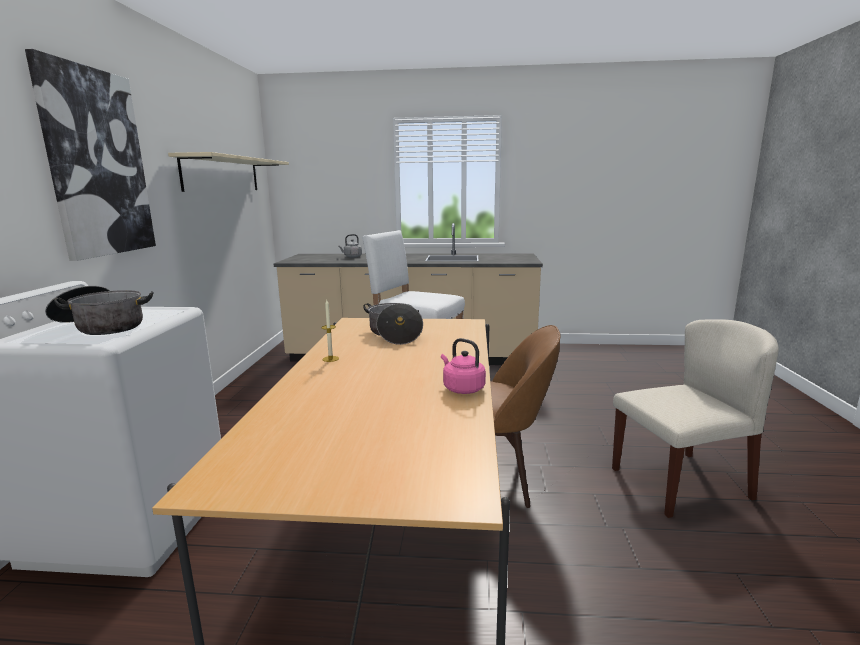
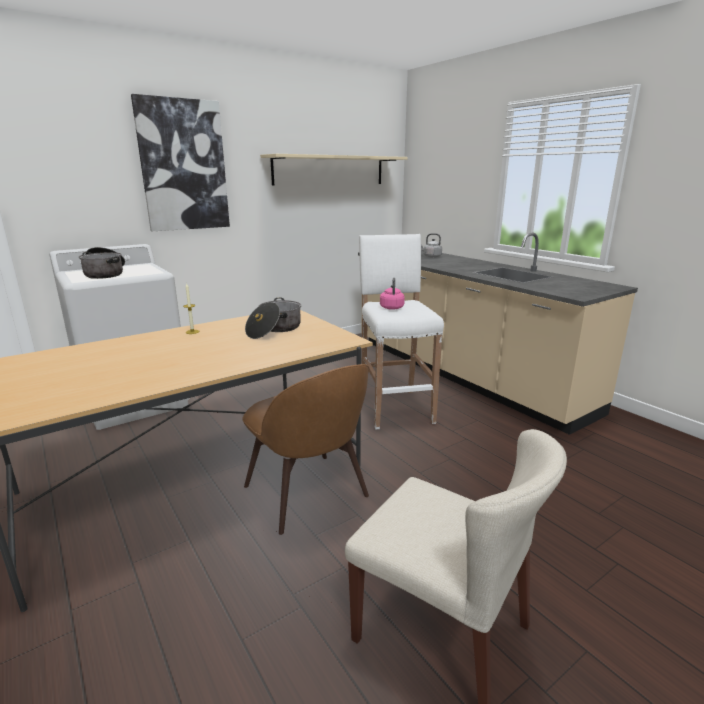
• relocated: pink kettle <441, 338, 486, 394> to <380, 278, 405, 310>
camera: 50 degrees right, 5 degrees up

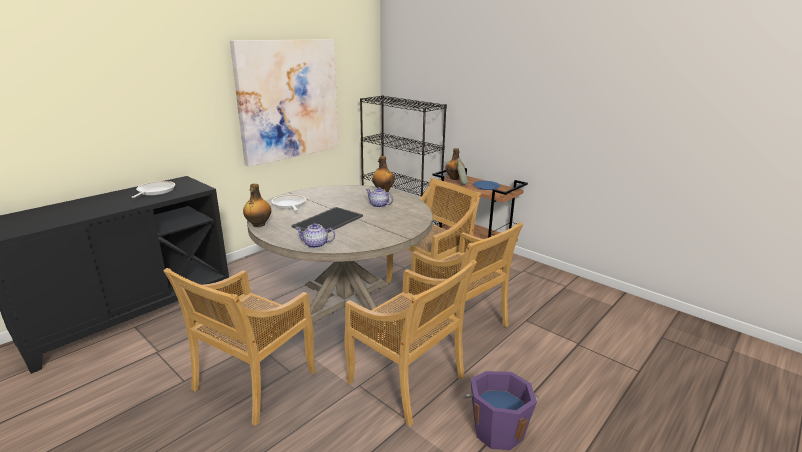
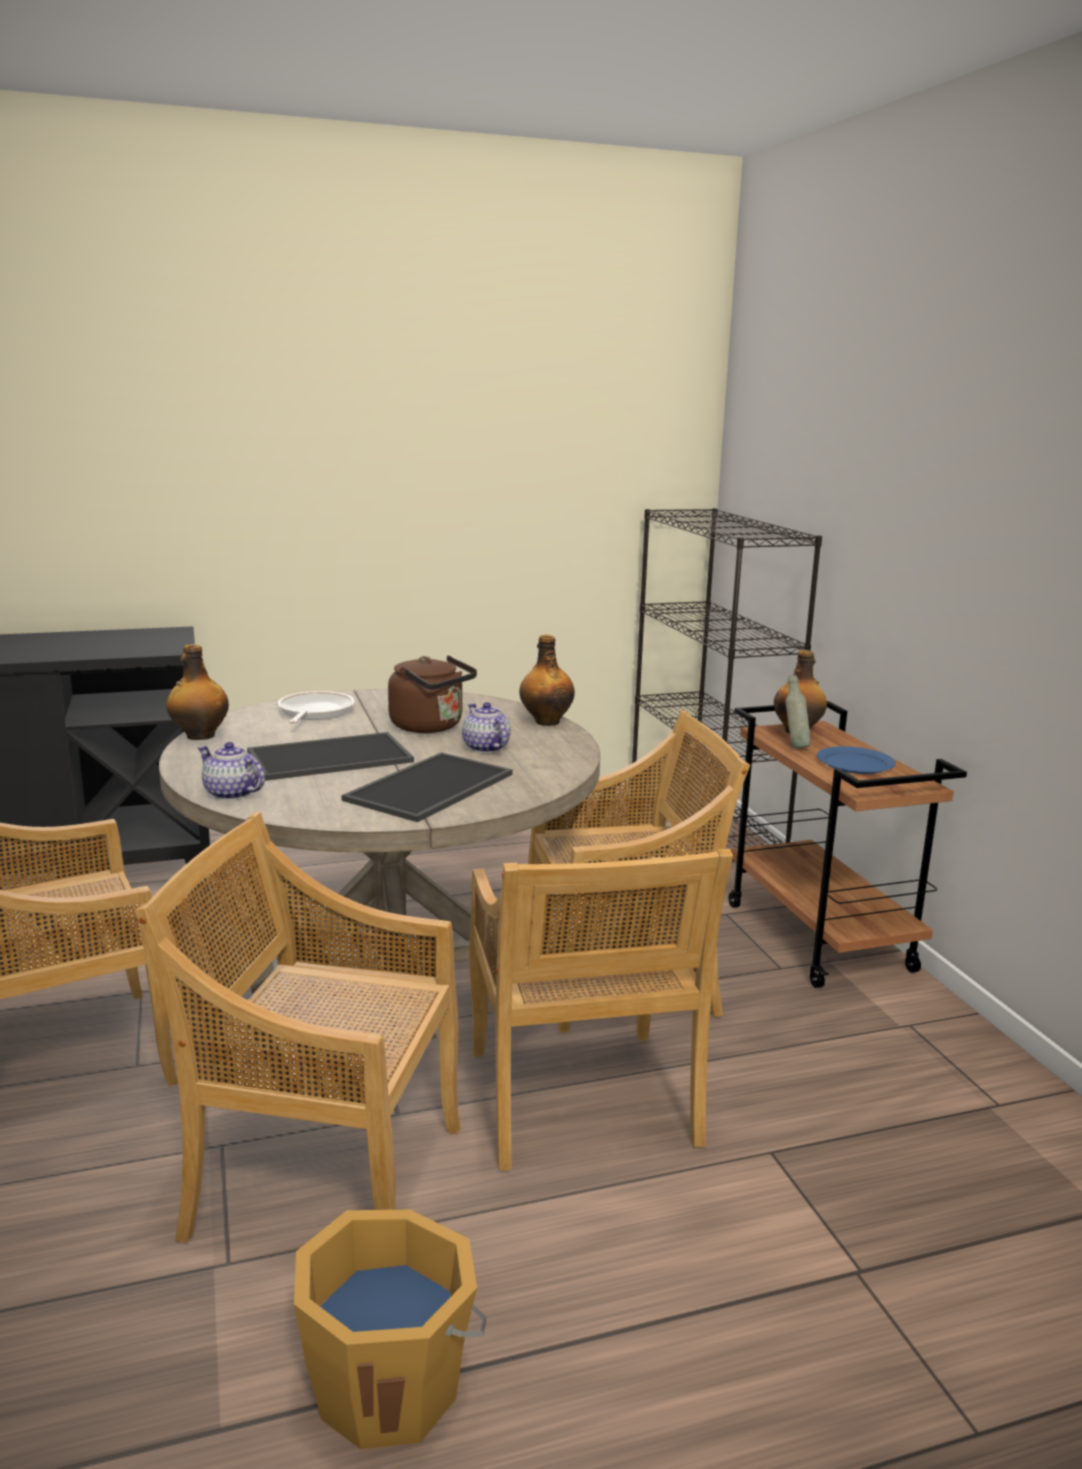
• missing: frying pan <132, 181, 175, 198>
• missing: picture <230, 39, 338, 167>
• appeared: tray <341, 752, 513, 822>
• appeared: brown kettle <388, 655, 477, 733>
• colour: purple bucket <463, 371, 539, 450> to orange bucket <294, 1210, 486, 1449>
• spun: beige chair <344, 260, 477, 426> = <135, 812, 460, 1243> 120 degrees clockwise
camera: 30 degrees right, 5 degrees down

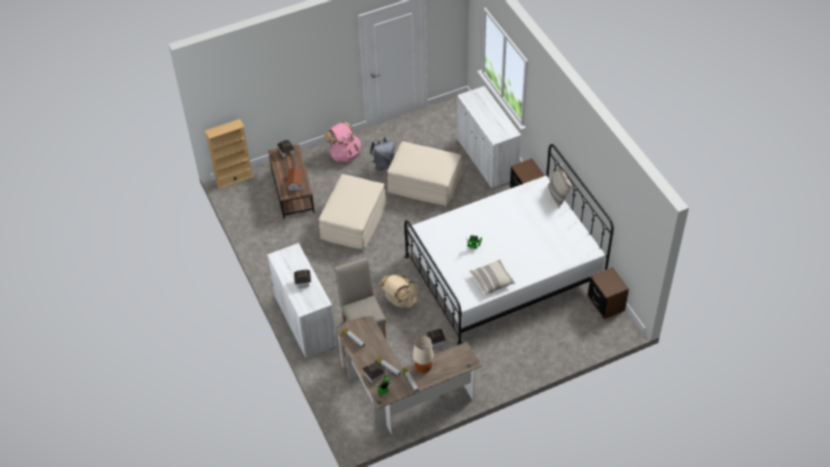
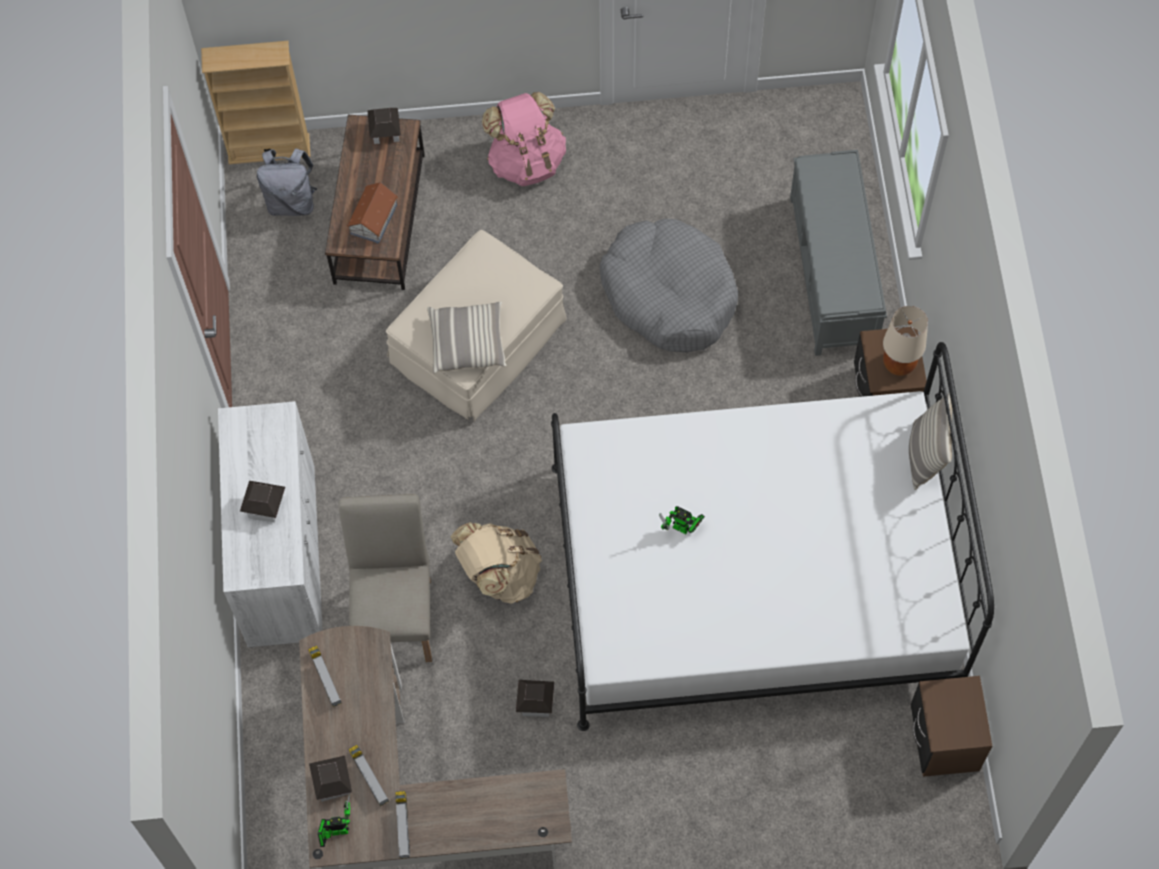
• relocated: grey backpack <370, 137, 395, 171> to <257, 148, 317, 216>
• relocated: beige table lamp <413, 336, 434, 373> to <883, 306, 928, 376>
• relocated: pillow <470, 259, 515, 295> to <427, 301, 507, 374>
• exchanged: beige ottoman <387, 141, 463, 207> to grey dog bed <600, 219, 738, 352>
• exchanged: white cabinet <457, 86, 521, 188> to grey bench <790, 150, 887, 356>
camera: 20 degrees right, 15 degrees up

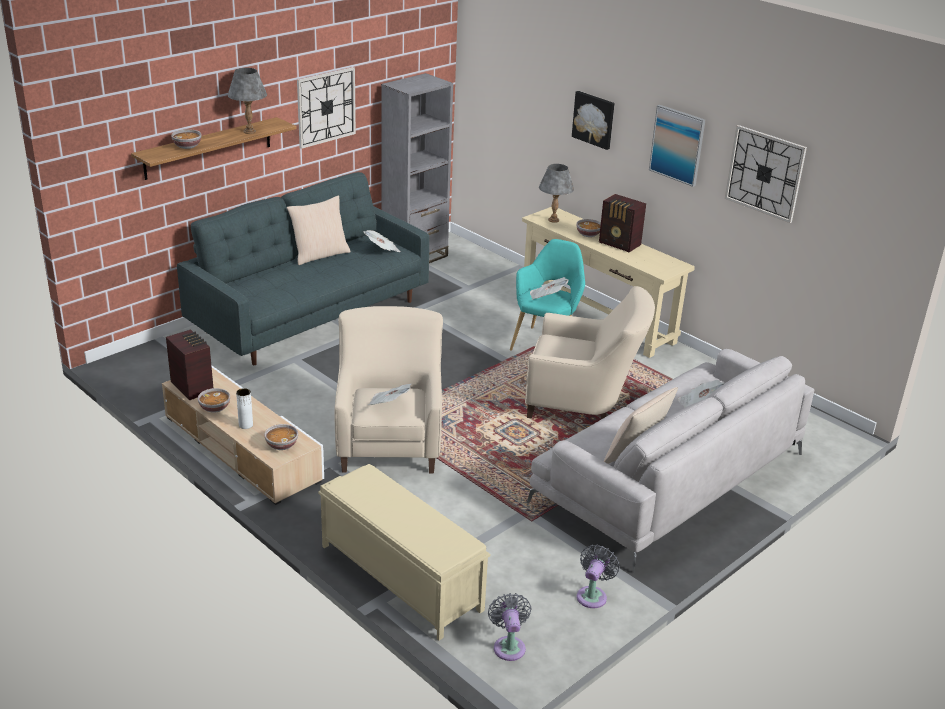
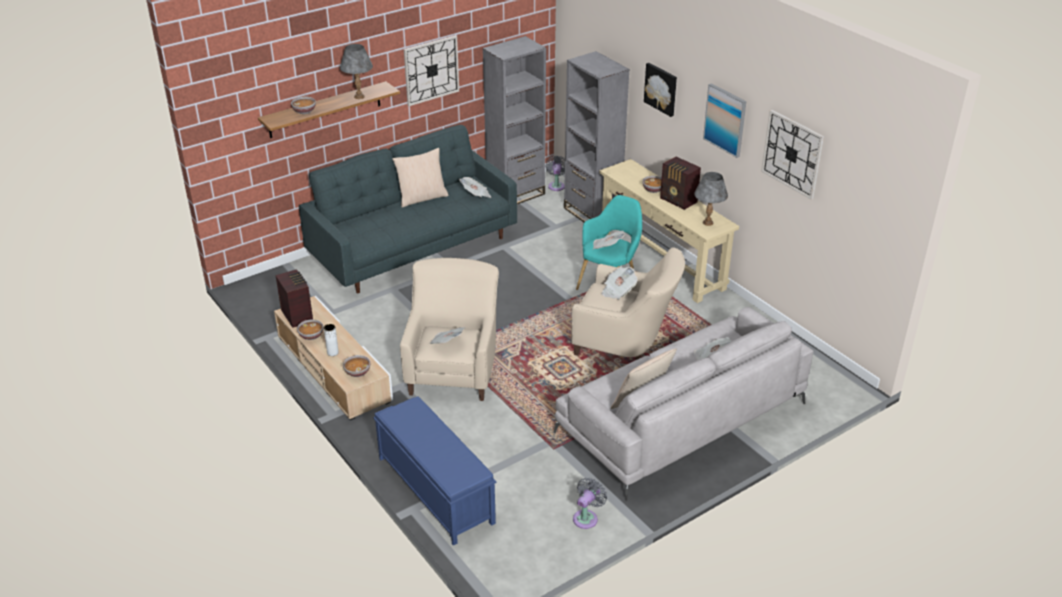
• appeared: grey bookcase <564, 51, 630, 222>
• appeared: newspaper <601, 267, 638, 300>
• relocated: grey fan <488, 593, 531, 661> to <546, 156, 565, 191>
• relocated: grey table lamp <539, 164, 574, 223> to <694, 172, 728, 226>
• colour: beige bench <318, 464, 490, 640> to blue bench <373, 396, 496, 546>
camera: 10 degrees right, 5 degrees up

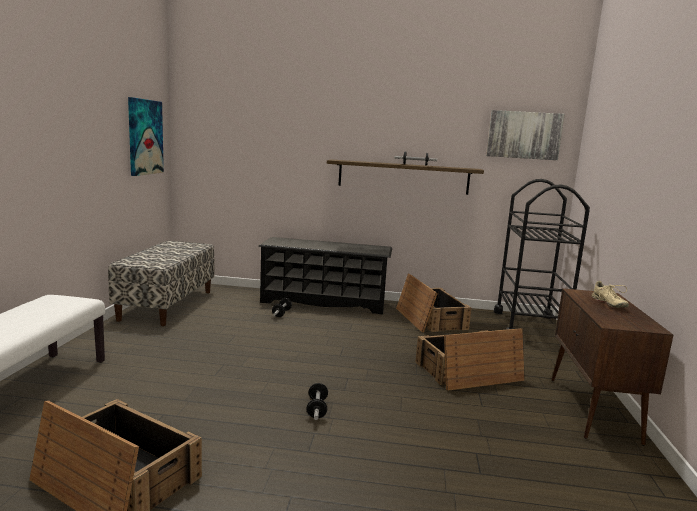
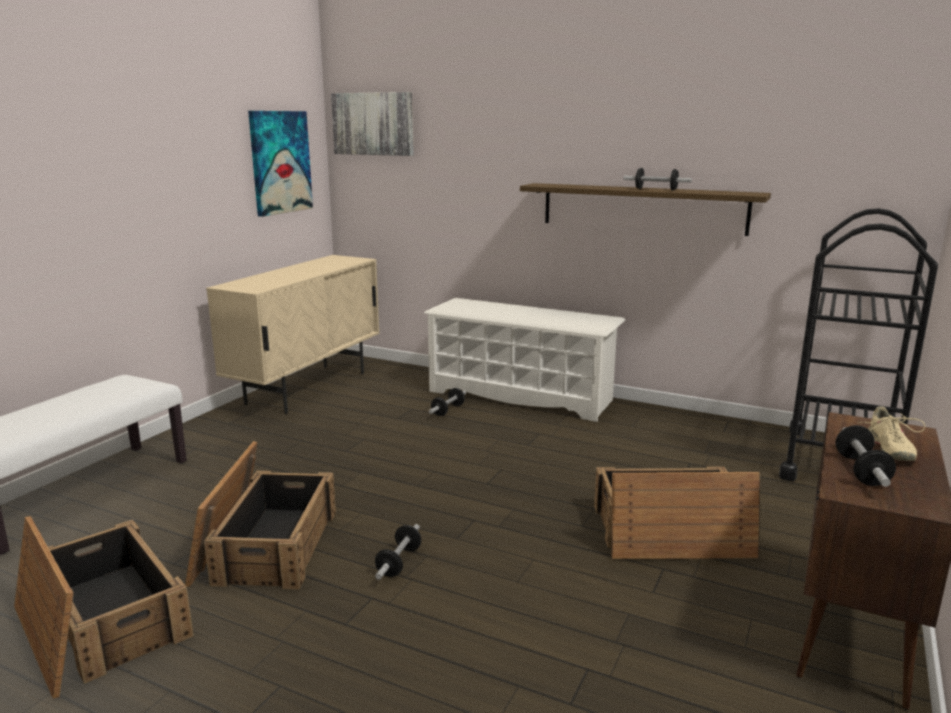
• appeared: dumbbell <835, 425, 896, 487>
• relocated: crate <396, 274, 471, 333> to <185, 441, 336, 590>
• relocated: picture <486, 110, 565, 160> to <331, 92, 414, 156>
• exchanged: bench <108, 241, 214, 326> to beige cabinet <206, 255, 379, 414>
• colour: black shoe rack <258, 237, 392, 314> to white shoe rack <424, 298, 625, 422>
camera: 20 degrees right, 5 degrees up

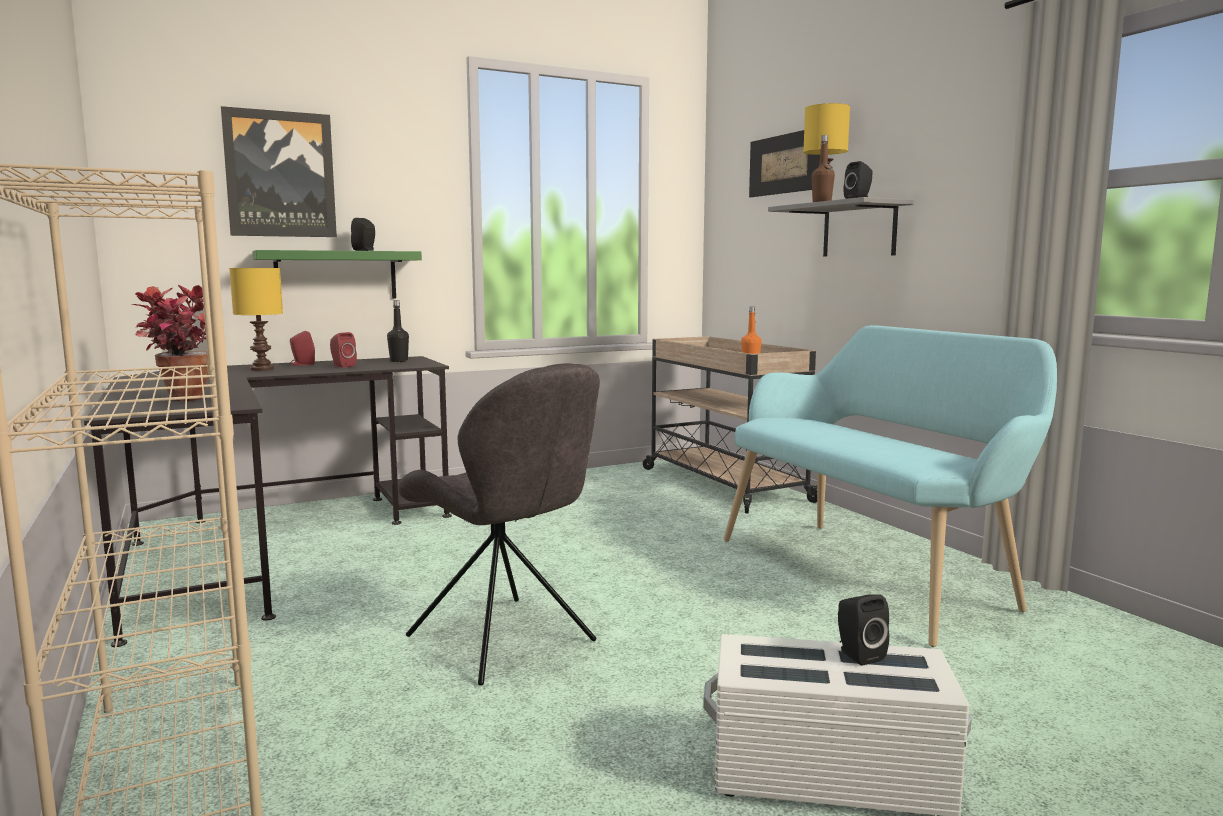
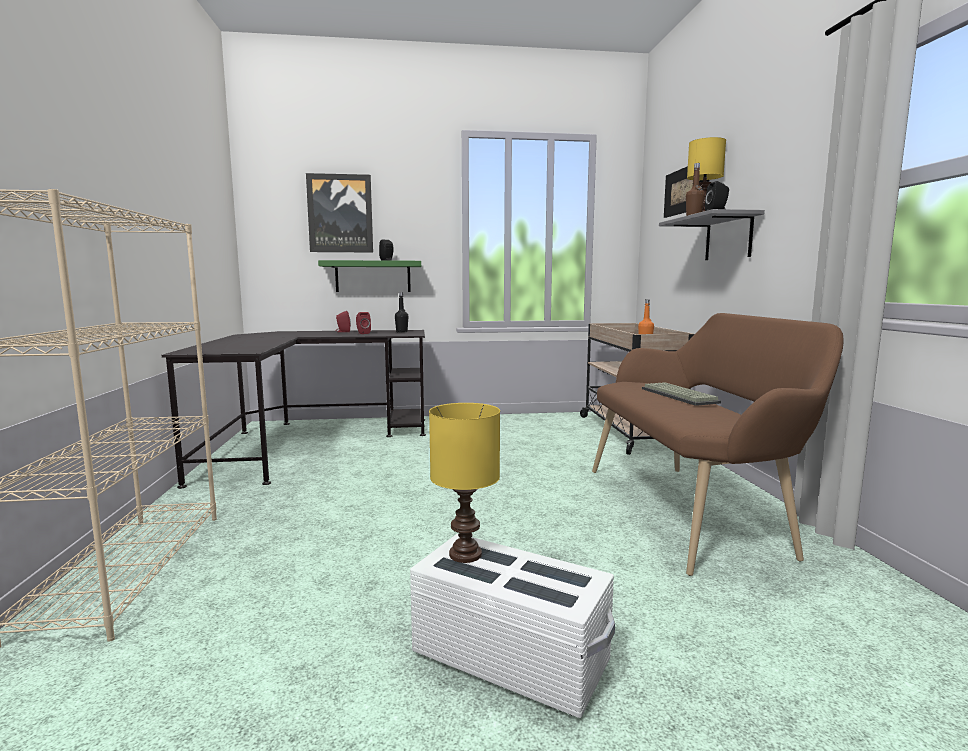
• missing: potted plant <131, 285, 208, 401>
• missing: grey chair <398, 363, 600, 686>
• missing: black speaker <838, 594, 889, 666>
• appeared: keyboard <642, 382, 721, 406>
• relocated: yellow table lamp <229, 268, 283, 371> to <429, 403, 500, 563>
• colour: turquoise bench <724, 325, 1057, 647> to brown bench <592, 313, 844, 576>
camera: 20 degrees right, 0 degrees up

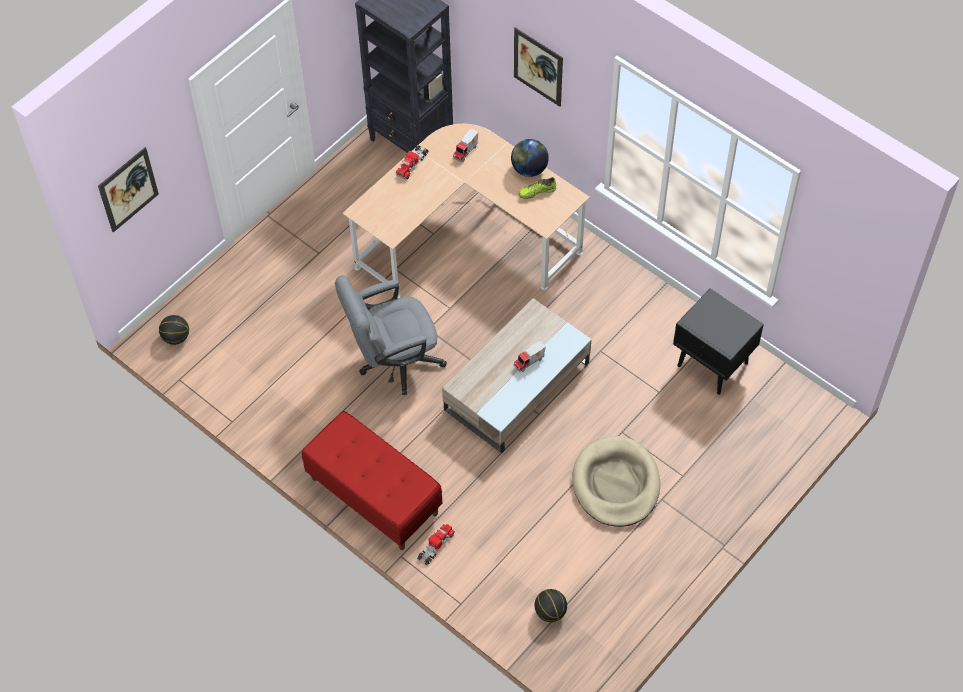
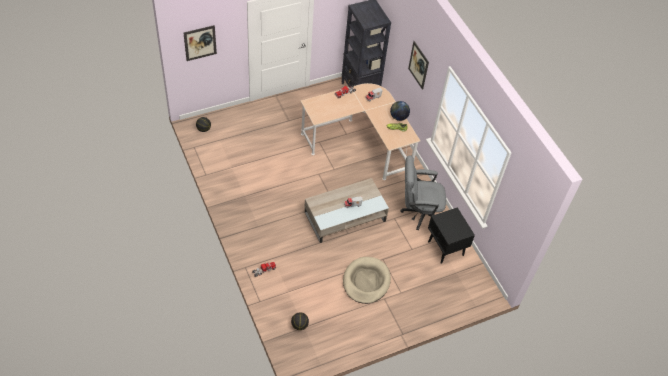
• missing: red bench <302, 411, 442, 550>
• relocated: grey office chair <335, 275, 447, 395> to <400, 155, 446, 230>
camera: 20 degrees right, 5 degrees down

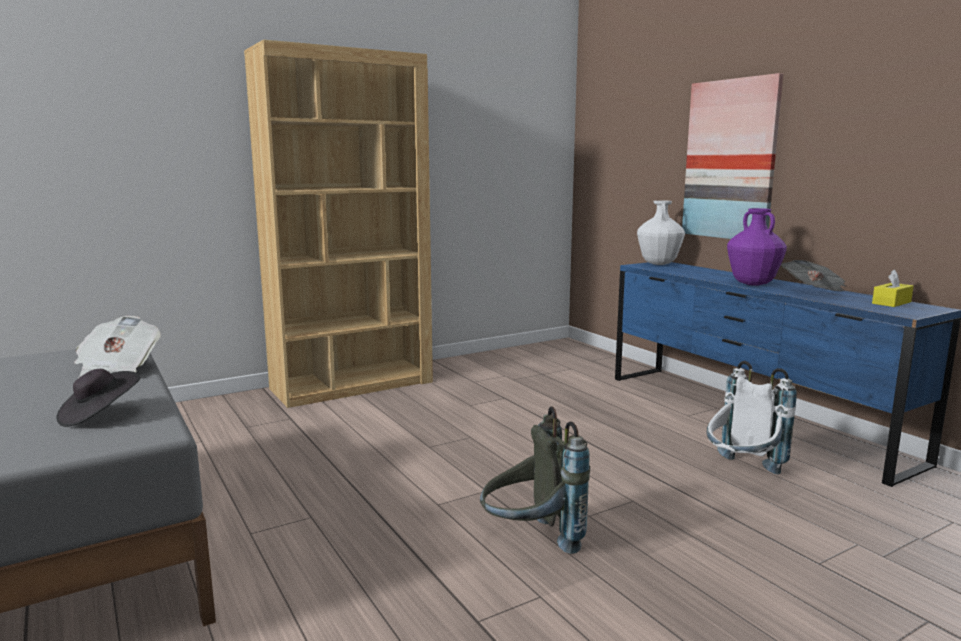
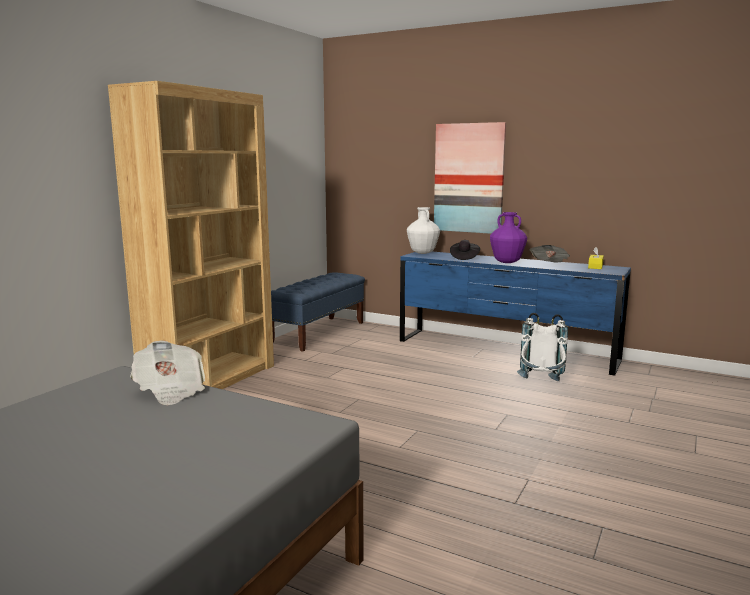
• missing: grey backpack <480, 407, 590, 554>
• appeared: blue bench <271, 272, 365, 352>
• relocated: black hat <56, 369, 140, 427> to <450, 240, 480, 260>
camera: 30 degrees left, 0 degrees up

